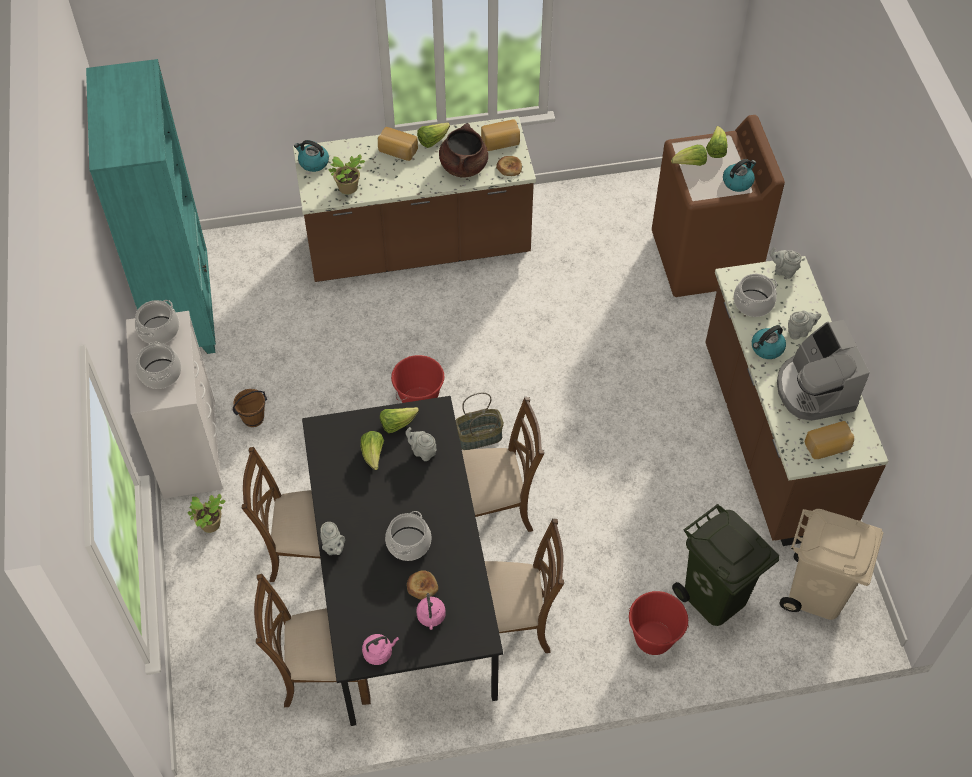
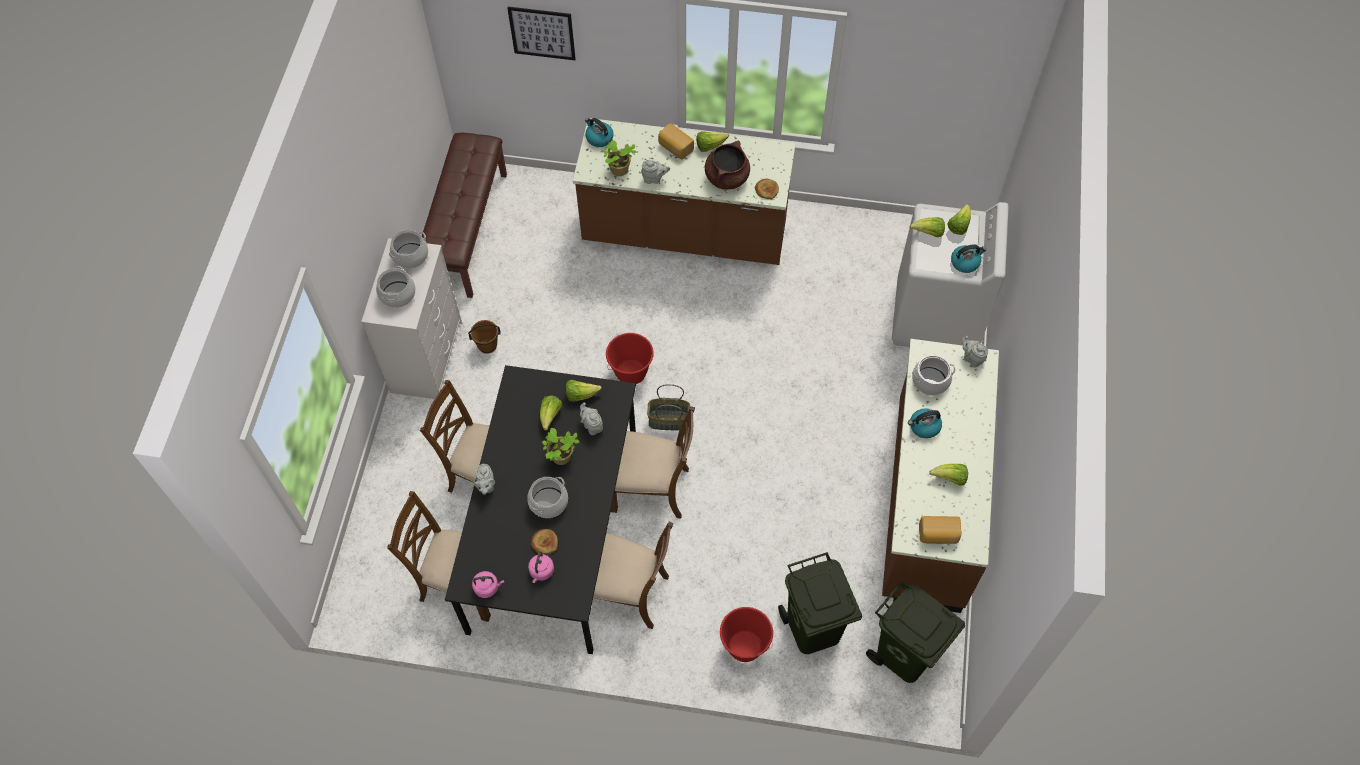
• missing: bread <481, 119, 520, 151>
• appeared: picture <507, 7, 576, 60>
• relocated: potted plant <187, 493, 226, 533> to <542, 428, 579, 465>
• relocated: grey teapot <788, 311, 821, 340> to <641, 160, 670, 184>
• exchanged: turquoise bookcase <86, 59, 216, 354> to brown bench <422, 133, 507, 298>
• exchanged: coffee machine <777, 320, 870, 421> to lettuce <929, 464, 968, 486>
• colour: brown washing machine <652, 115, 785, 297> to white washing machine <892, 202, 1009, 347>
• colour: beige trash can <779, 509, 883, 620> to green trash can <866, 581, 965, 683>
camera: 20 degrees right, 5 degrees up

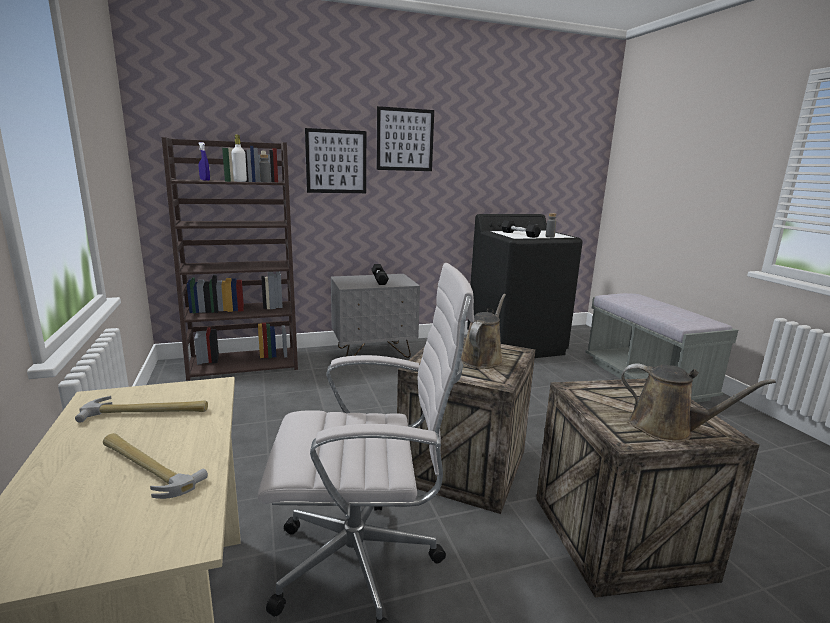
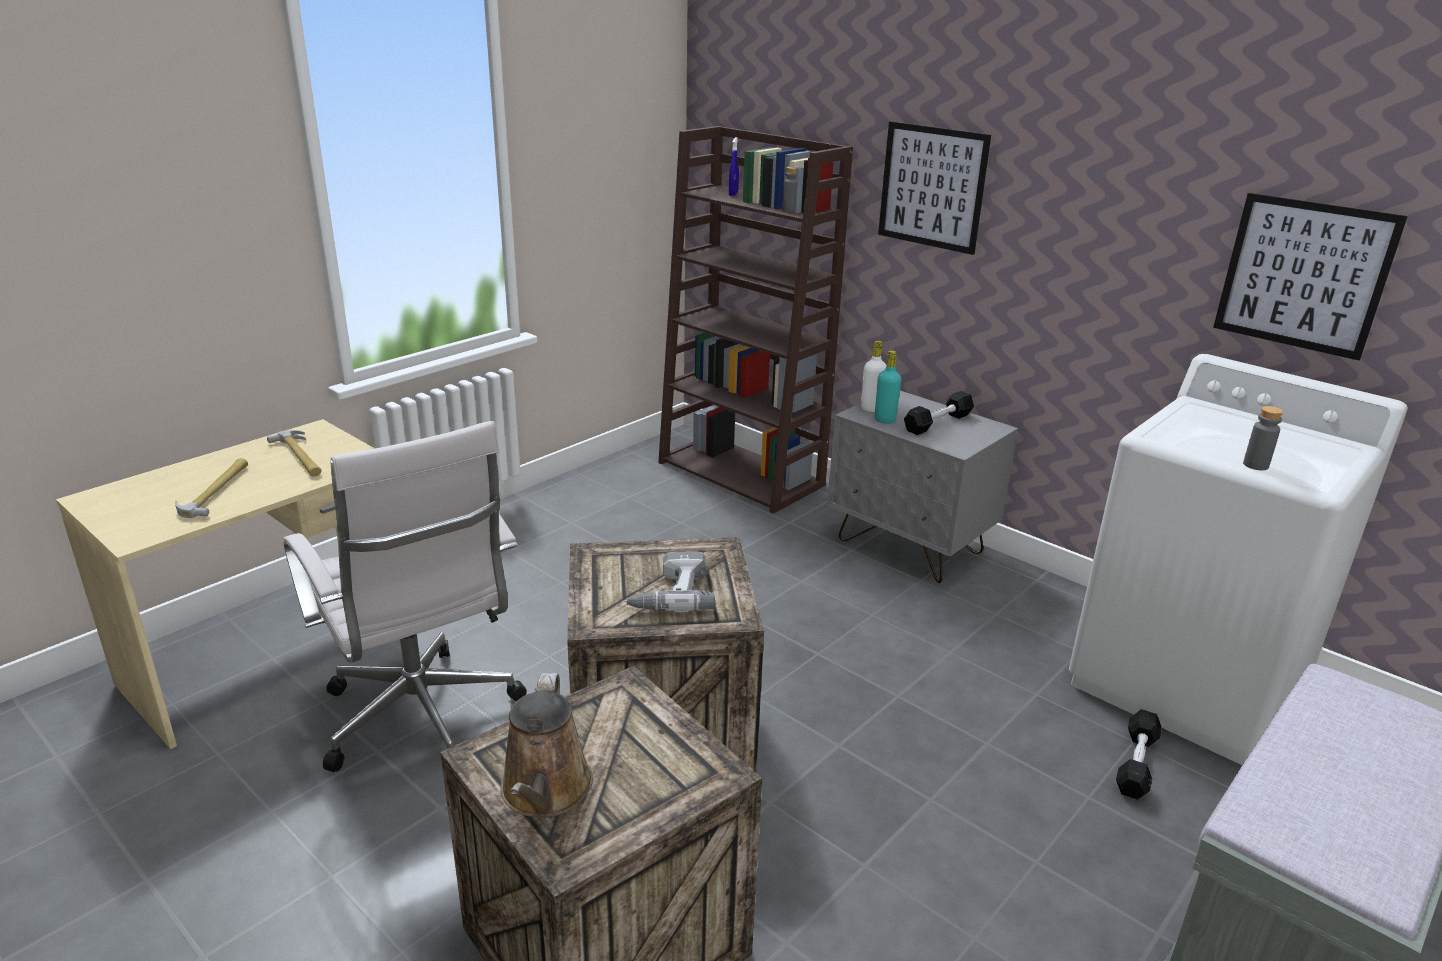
• appeared: turquoise bottle <875, 350, 901, 424>
• relocated: white bottle <231, 135, 247, 182> to <861, 341, 886, 412>
• relocated: picture <377, 106, 434, 171> to <1213, 193, 1408, 361>
• relocated: black dumbbell <501, 220, 541, 238> to <1116, 709, 1162, 800>
• exchanged: brown watering can <461, 294, 506, 369> to power drill <625, 552, 715, 612>
• colour: black washing machine <467, 214, 583, 358> to white washing machine <1069, 354, 1408, 765>
camera: 60 degrees right, 10 degrees up

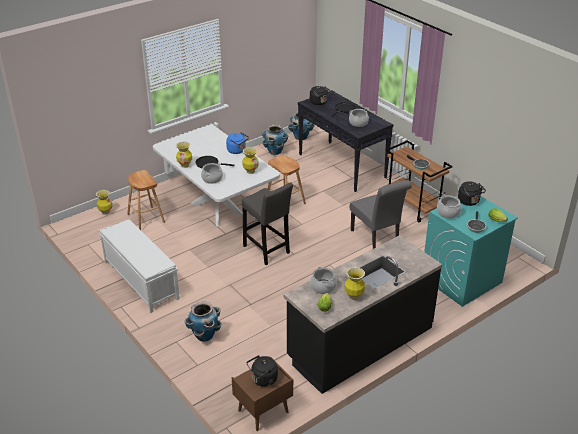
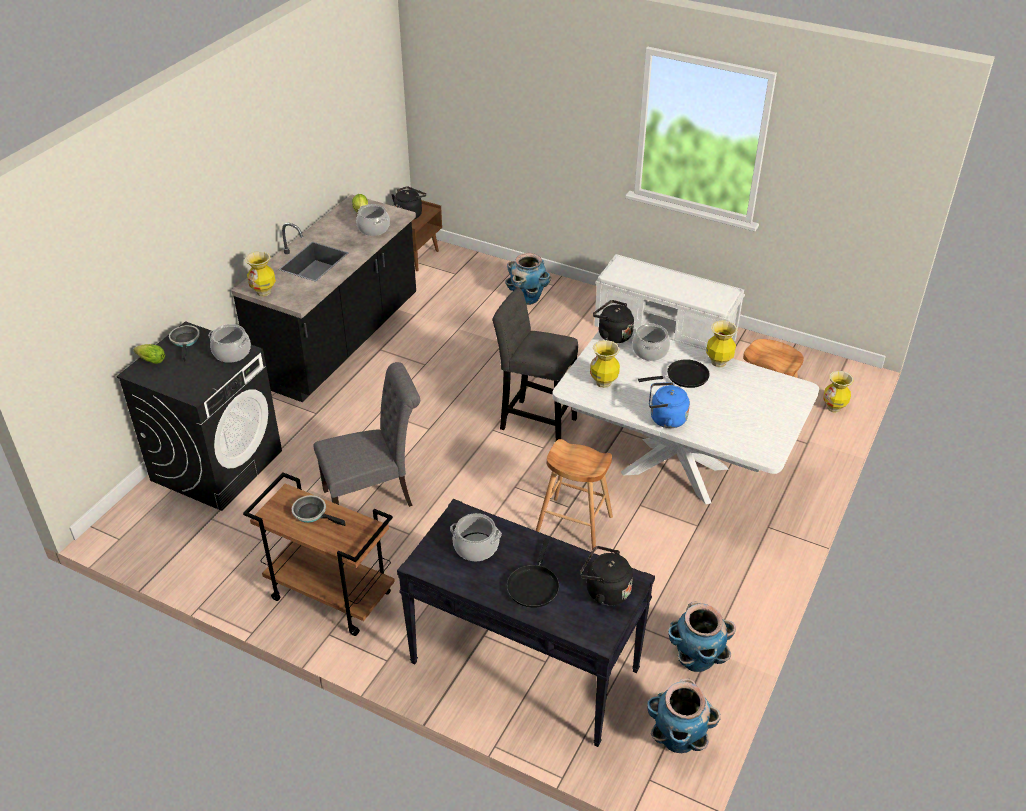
• relocated: vase <345, 267, 365, 300> to <245, 251, 276, 296>
• relocated: black kettle <458, 181, 486, 206> to <593, 300, 634, 343>
• colour: turquoise washing machine <424, 196, 518, 307> to black washing machine <116, 321, 282, 511>
• spun: grey chair <350, 180, 412, 249> = <313, 362, 420, 507> 120 degrees clockwise
camera: 155 degrees right, 5 degrees up

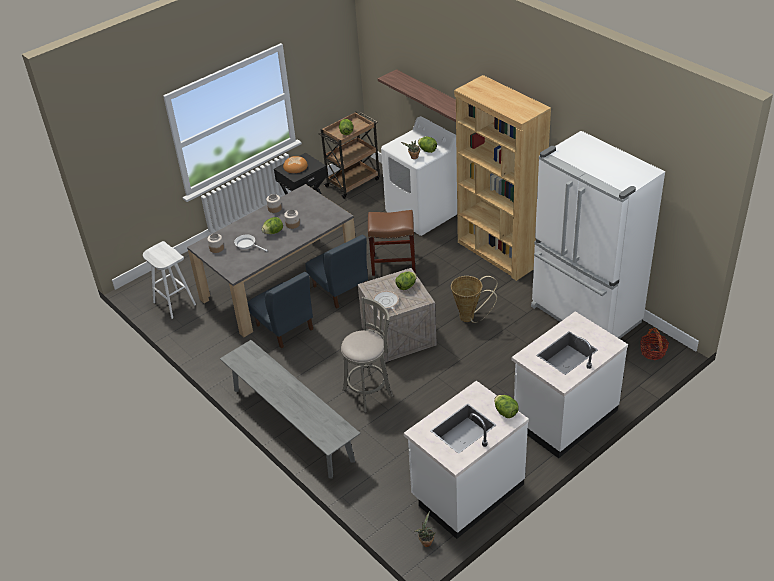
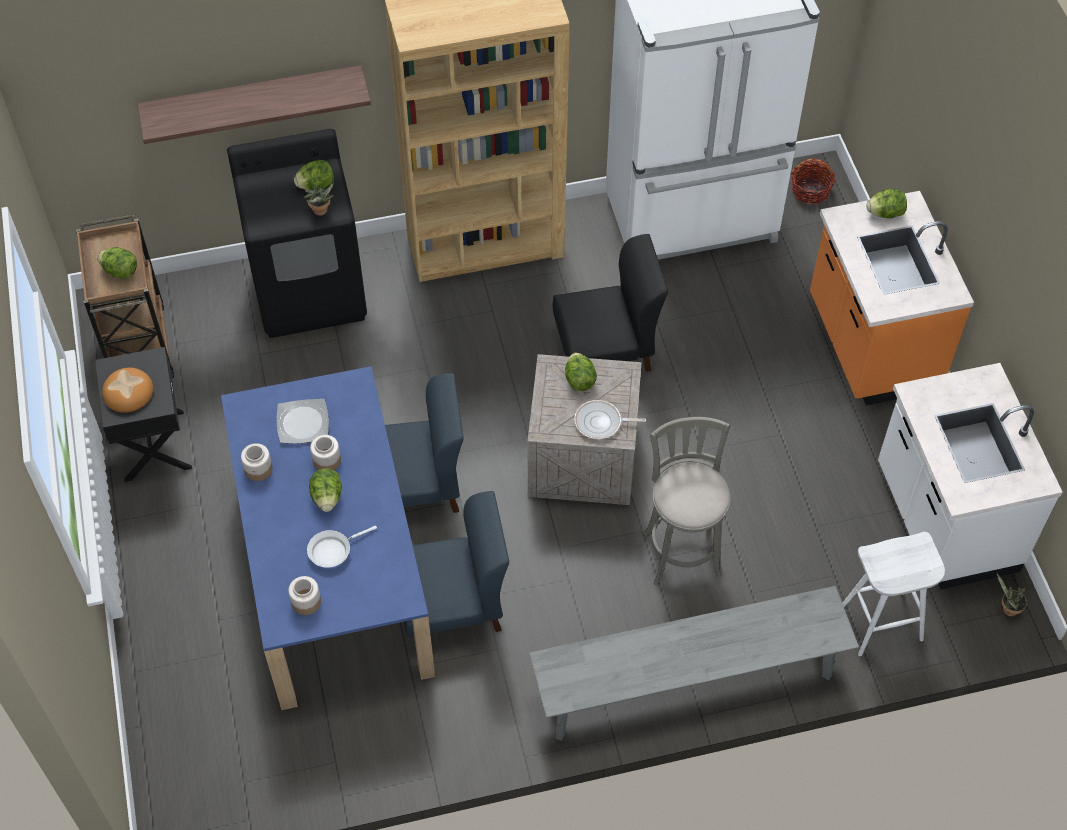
• missing: brown stool <368, 210, 416, 276>
• appeared: plate <277, 399, 329, 444>
• relocated: white stool <143, 241, 196, 319> to <842, 532, 945, 656>
• relocated: lettuce <494, 395, 519, 418> to <866, 189, 907, 219>
• exchanged: basket <451, 276, 498, 323> to black chair <553, 234, 668, 372>
• colour: grey dining table <187, 184, 356, 337> to blue dining table <221, 366, 435, 710>
• colour: white washing machine <381, 116, 457, 236> to black washing machine <227, 129, 367, 338>
• colour: white counter <511, 311, 628, 458> to orange counter <810, 191, 974, 406>
camera: 65 degrees left, 15 degrees up

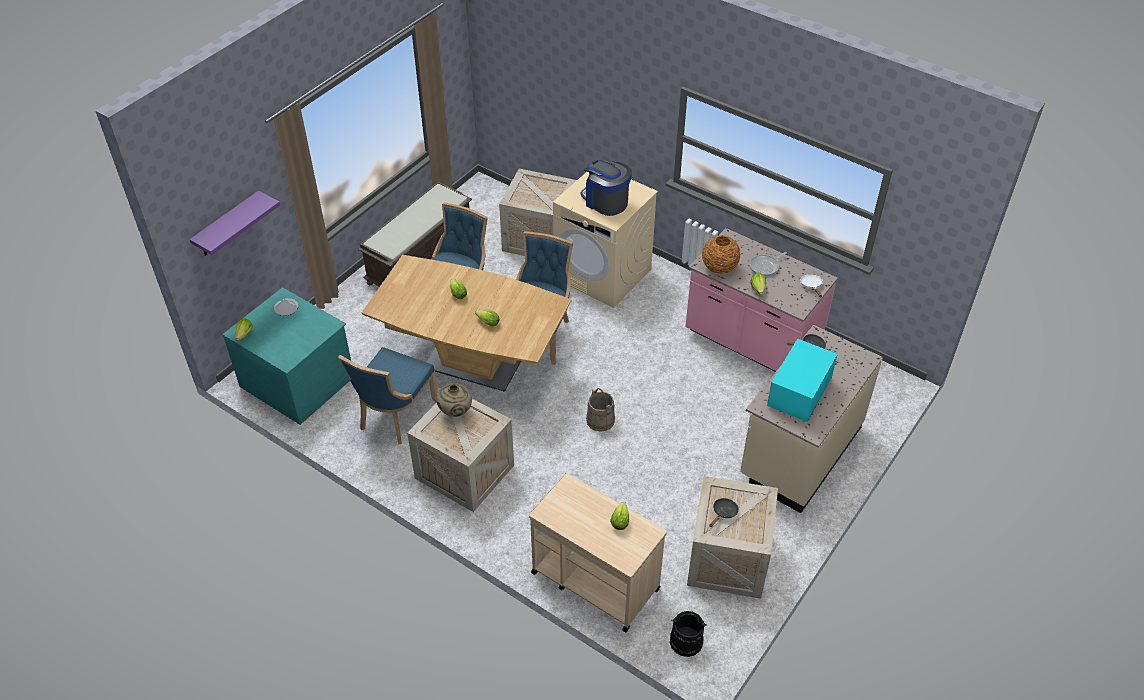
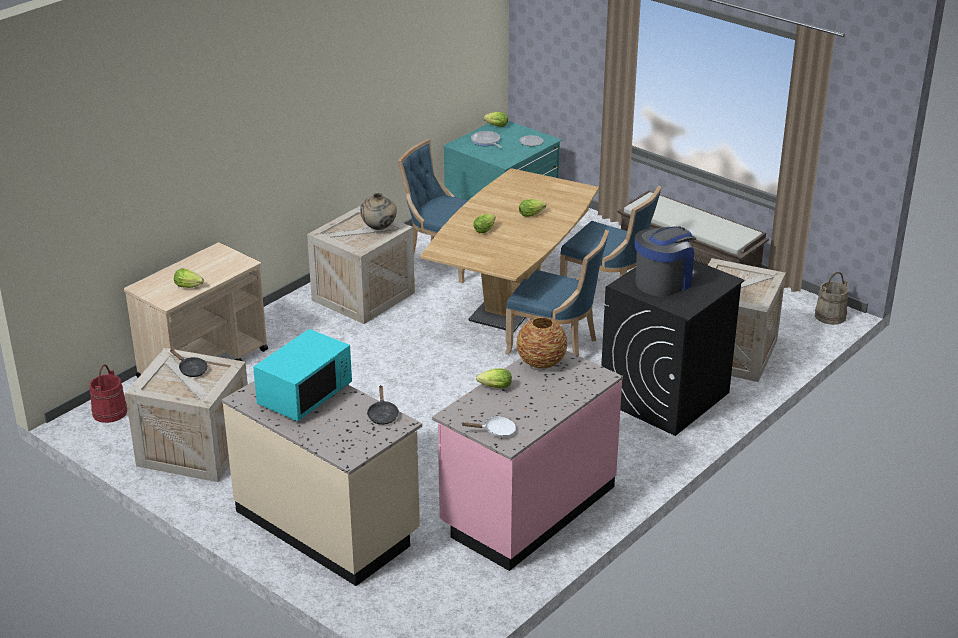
• missing: purple shelf <189, 191, 280, 256>
• relocated: beige bucket <586, 388, 615, 432> to <815, 272, 849, 325>
• relocated: frying pan <750, 252, 787, 276> to <471, 131, 501, 148>
• colour: beige washing machine <553, 172, 658, 308> to black washing machine <601, 260, 744, 436>
• colour: black bucket <670, 611, 707, 657> to red bucket <90, 364, 127, 423>
• spun: turquoise microwave <767, 339, 838, 422> = <253, 329, 352, 422> 90 degrees clockwise
camera: 95 degrees right, 15 degrees down

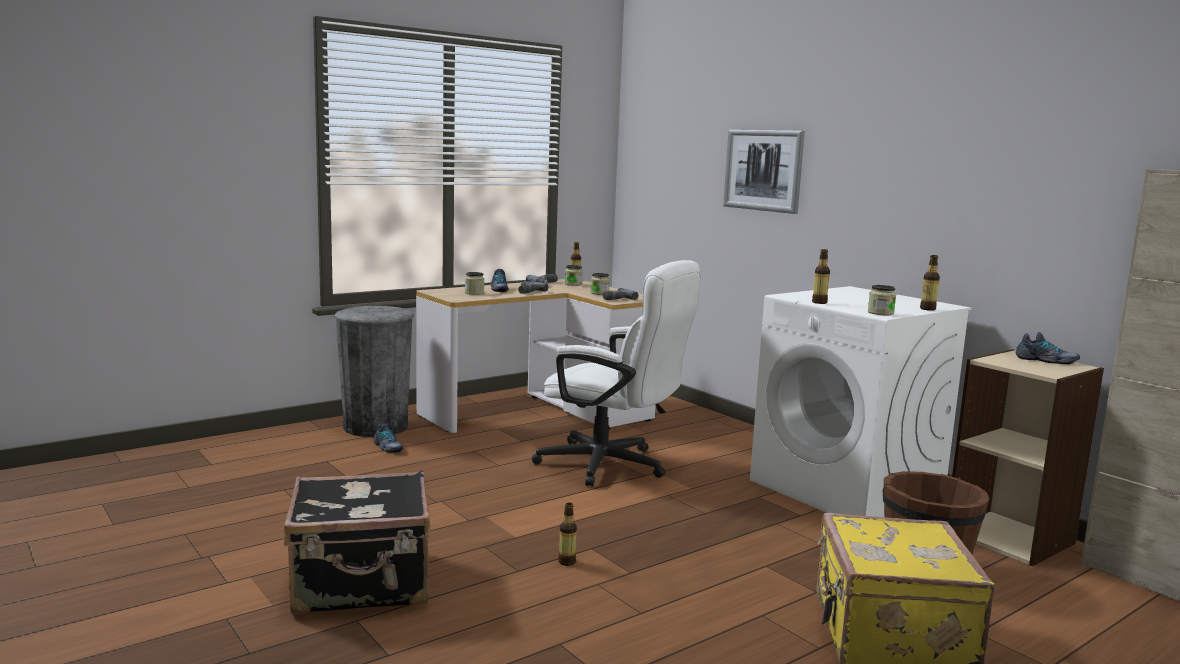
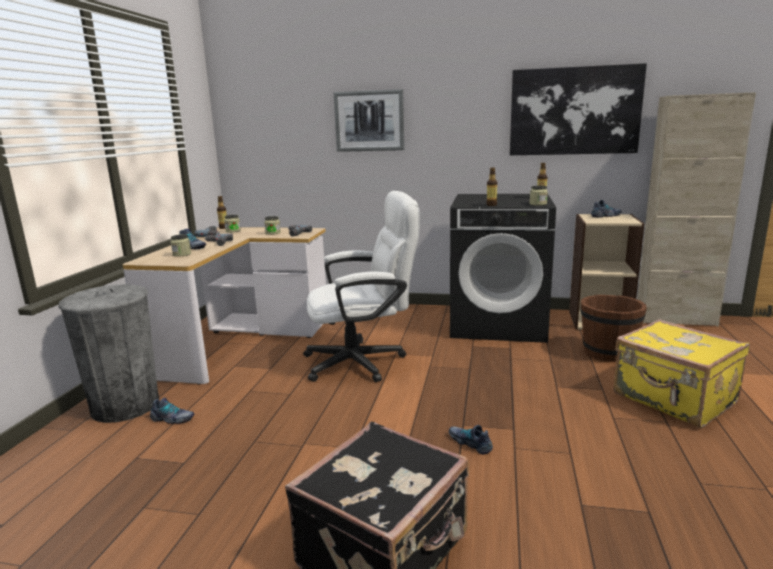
• appeared: picture <510, 63, 647, 155>
• exchanged: bottle <558, 503, 577, 566> to shoe <449, 425, 493, 455>
• colour: white washing machine <750, 286, 971, 517> to black washing machine <450, 194, 556, 343>
camera: 40 degrees left, 5 degrees up

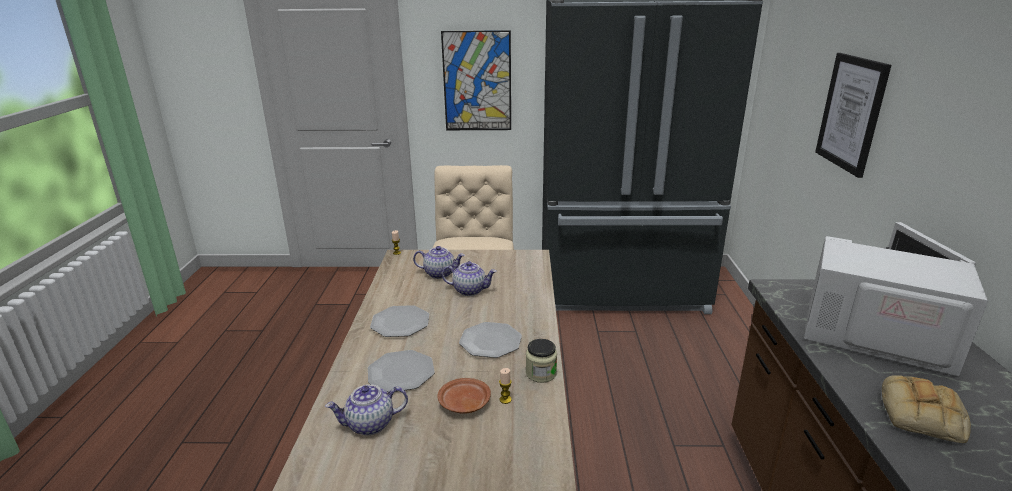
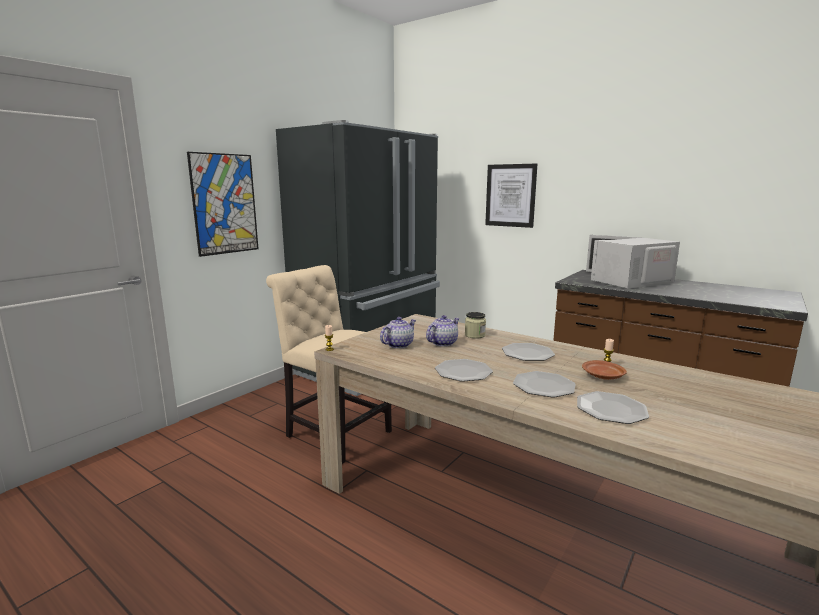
• missing: bread <882, 375, 971, 443>
• relocated: jar <526, 339, 557, 383> to <465, 312, 486, 339>
• exchanged: teapot <325, 384, 408, 435> to plate <577, 391, 649, 424>
camera: 55 degrees left, 10 degrees down

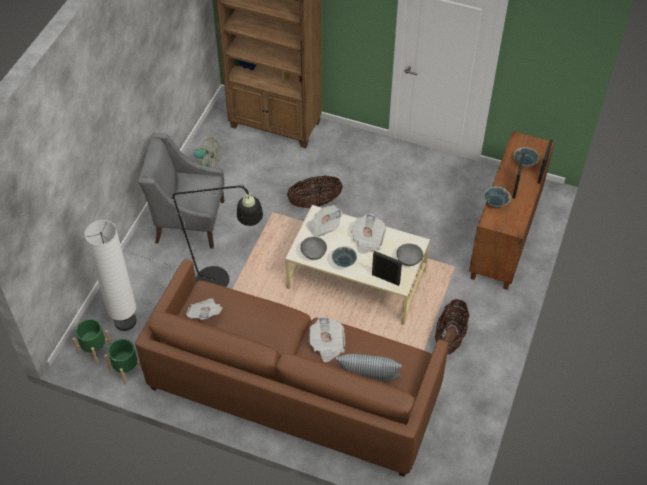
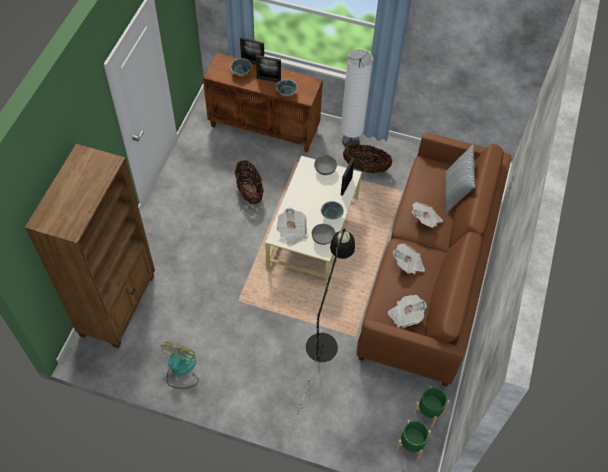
• missing: grey armchair <138, 133, 224, 249>
• relocated: white floor lamp <85, 220, 136, 331> to <341, 50, 373, 148>
• relocated: basket <287, 176, 343, 208> to <235, 160, 264, 204>
• relocated: newspaper <351, 213, 386, 254> to <393, 243, 425, 274>
camera: 95 degrees left, 5 degrees up

